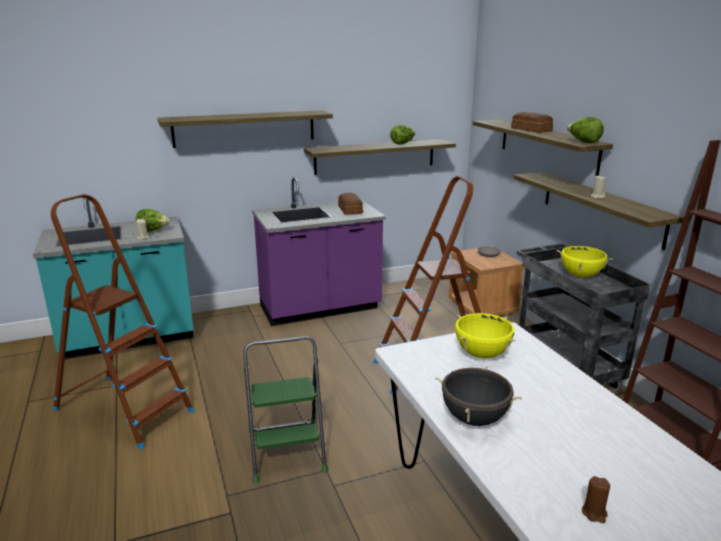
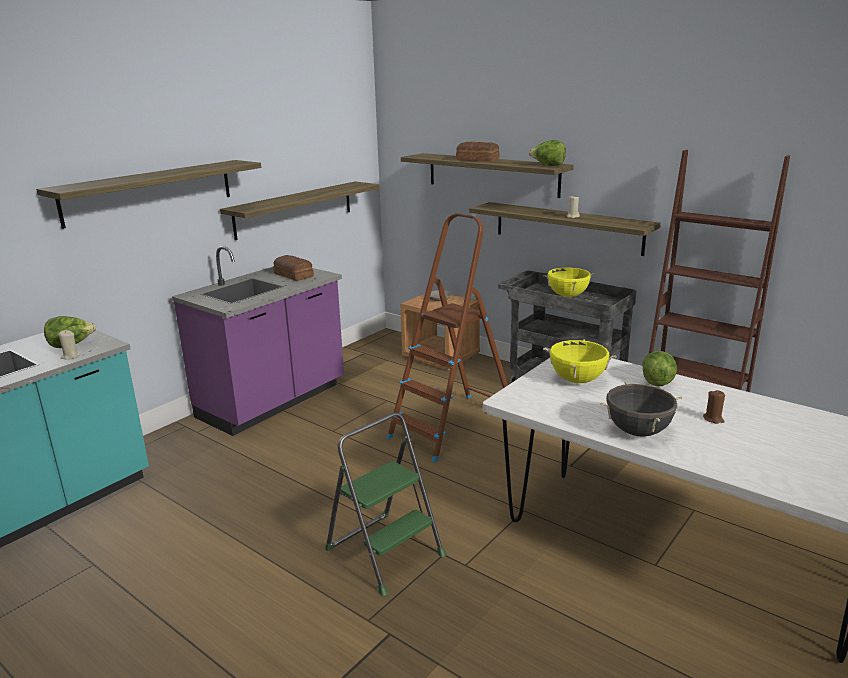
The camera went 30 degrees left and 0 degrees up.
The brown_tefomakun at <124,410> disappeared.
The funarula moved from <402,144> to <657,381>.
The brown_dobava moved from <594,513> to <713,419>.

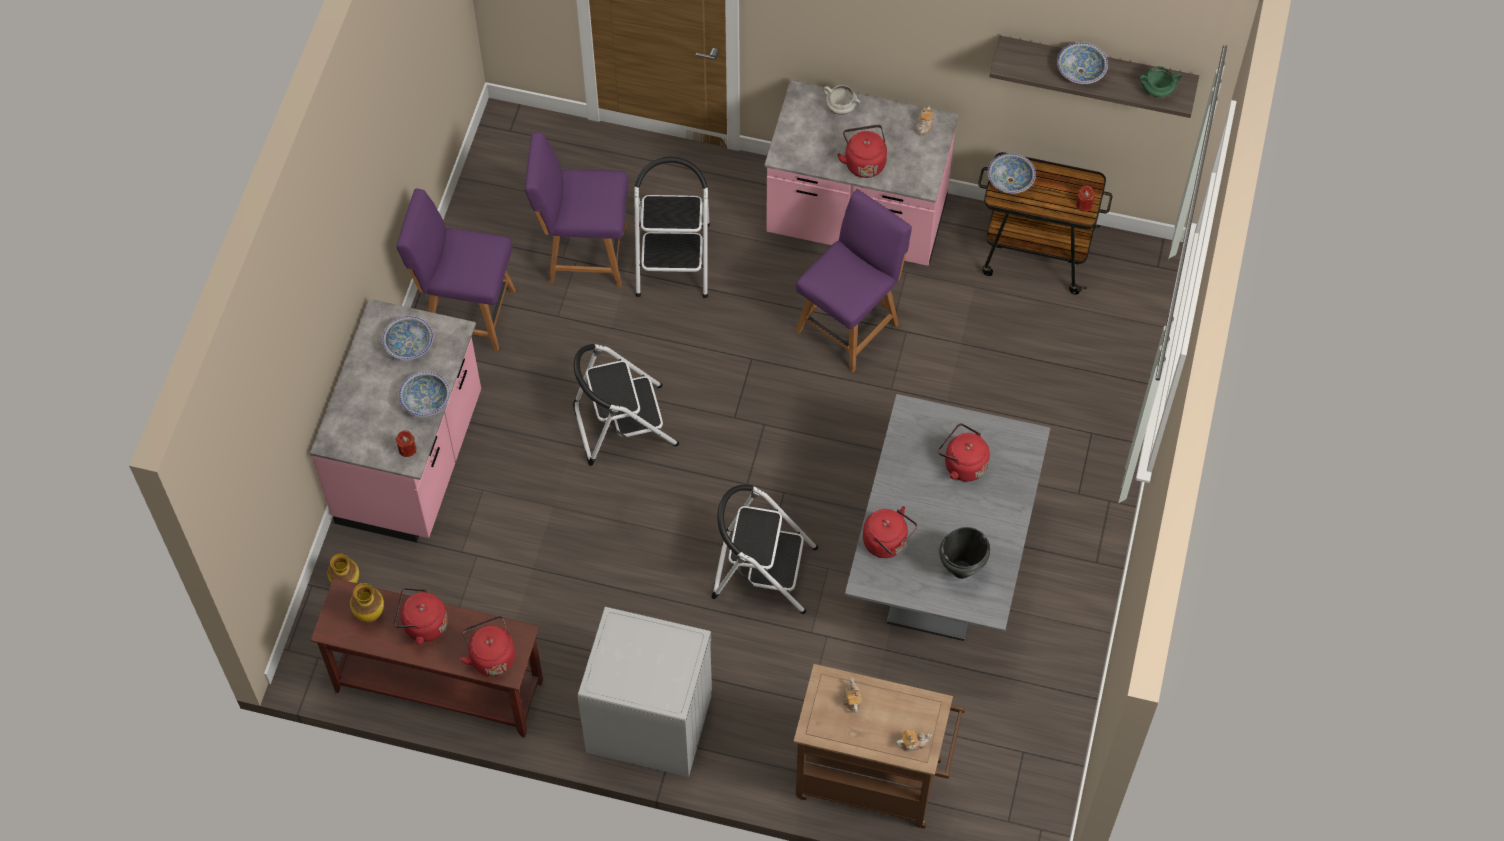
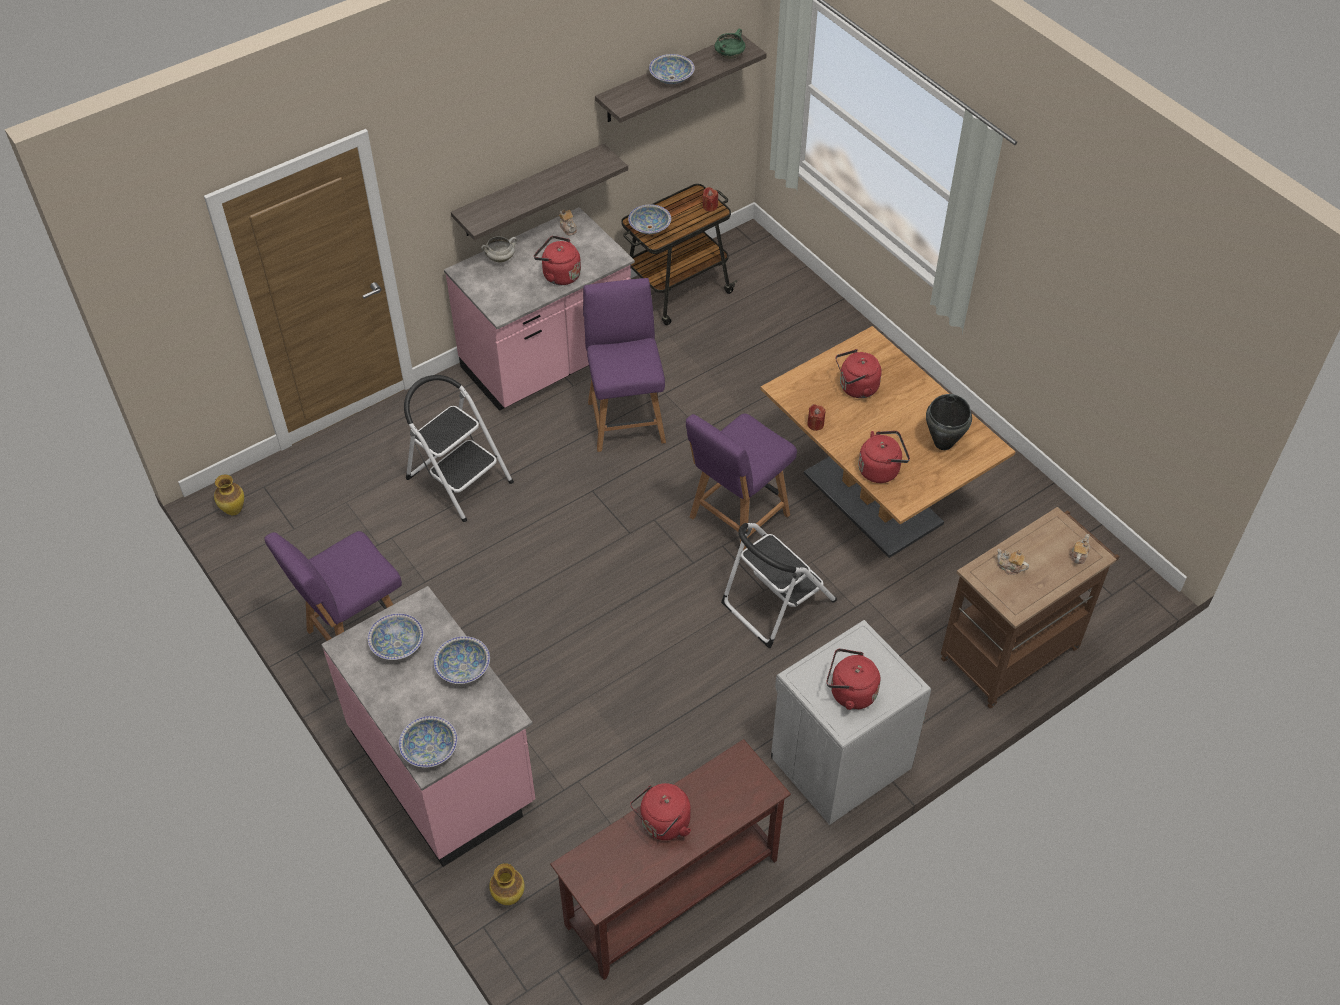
The camera went 50 degrees left and 10 degrees down.
The tefomakun at <621,425> disappeared.
The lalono at <429,749> appeared.
The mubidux at <530,191> appeared.
The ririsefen moved from <370,614> to <233,511>.
The red_dobava moved from <407,449> to <815,424>.
The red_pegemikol moved from <491,655> to <849,692>.
The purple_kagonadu moved from <584,254> to <737,518>.
The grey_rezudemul at <940,568> became the brown_rezudemul at <872,498>.

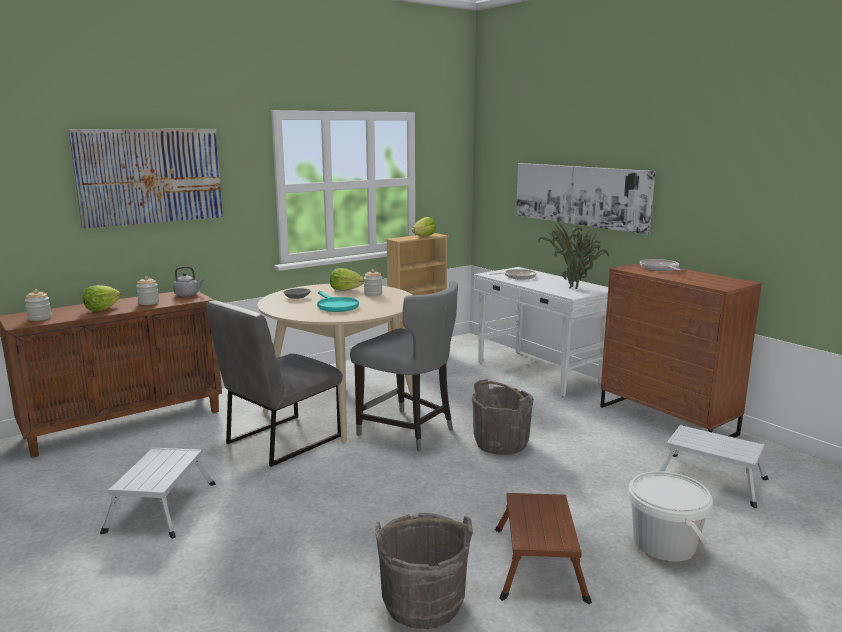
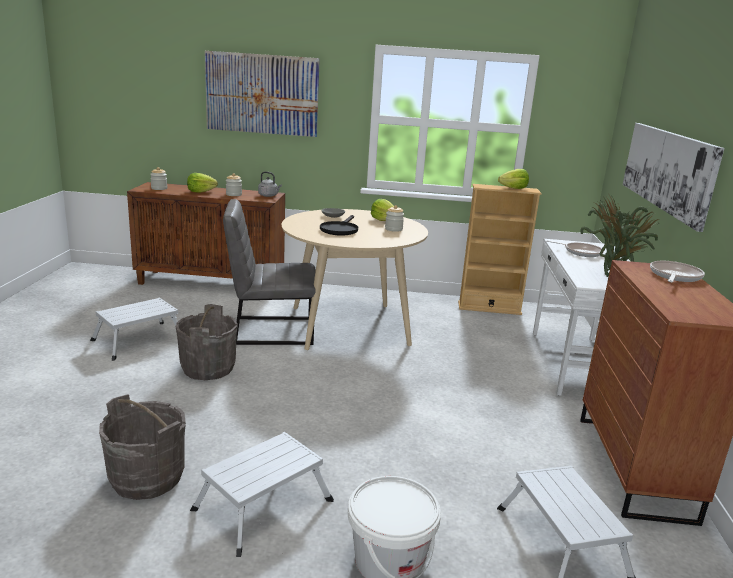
The camera went 40 degrees right and 5 degrees up.
The grey_kagonadu at <408,432> disappeared.
The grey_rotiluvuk moved from <501,443> to <208,368>.
The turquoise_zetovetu at <335,306> became the black_zetovetu at <340,229>.
The brown_tefomakun at <539,564> became the white_tefomakun at <262,505>.

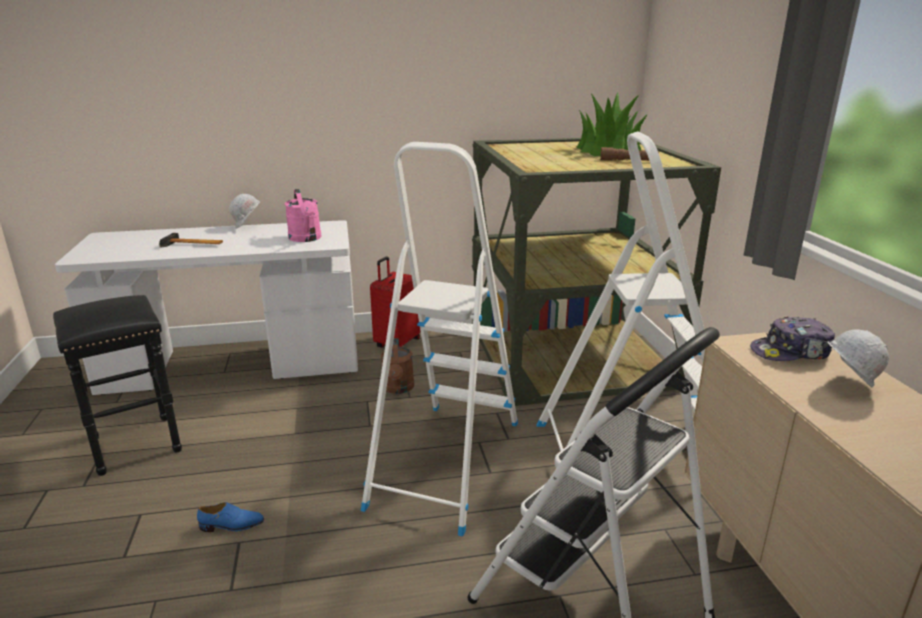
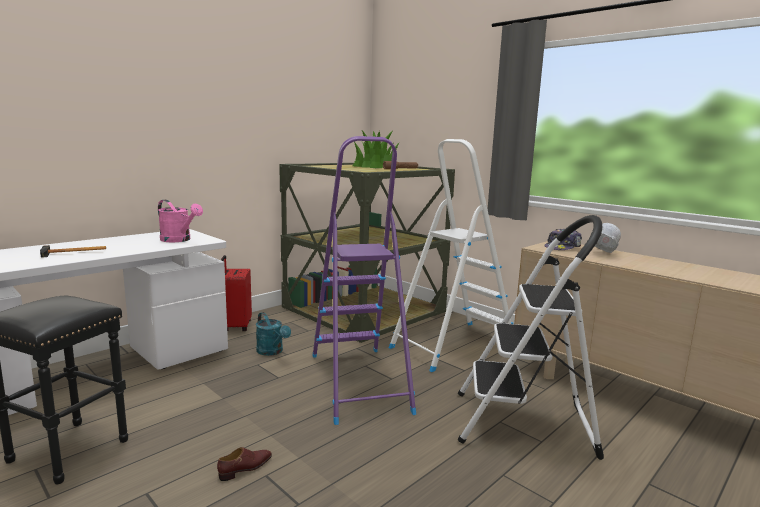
The camera went 35 degrees left and 10 degrees down.
The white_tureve at <248,227> disappeared.
The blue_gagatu at <232,525> became the brown_gagatu at <246,468>.
The white_tefomakun at <447,461> became the purple_tefomakun at <358,381>.
The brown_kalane at <398,388> became the turquoise_kalane at <272,352>.

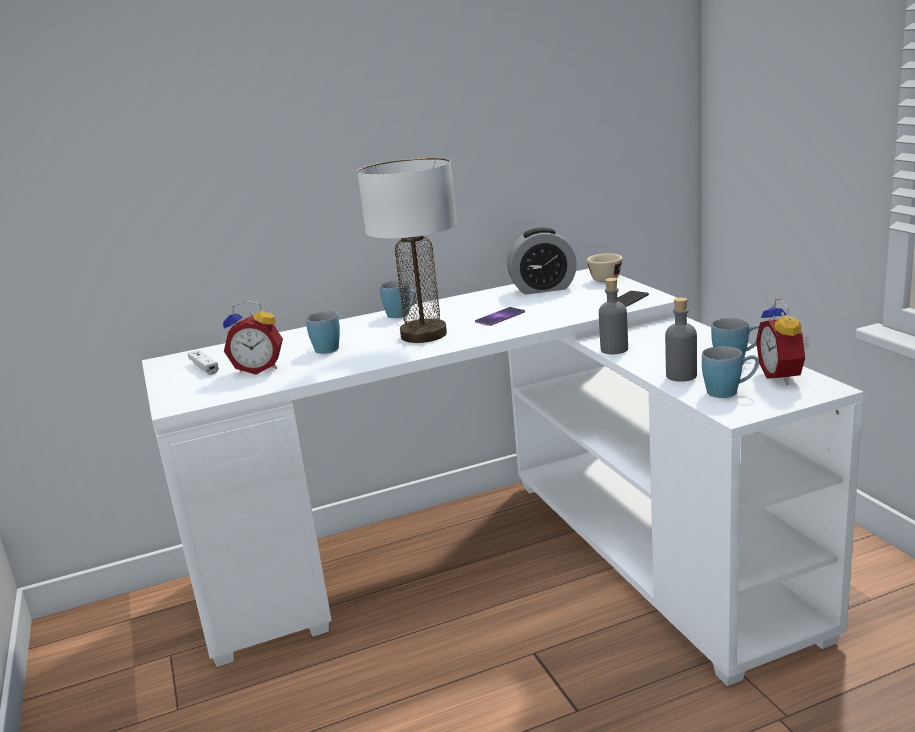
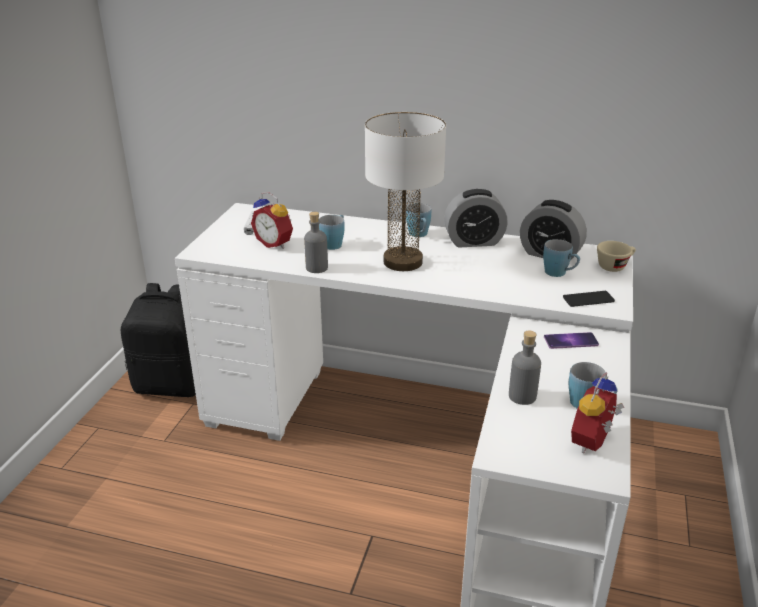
The camera went 35 degrees right and 10 degrees up.
The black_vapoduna at <173,384> appeared.
The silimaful at <474,242> appeared.
The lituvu moved from <500,317> to <571,341>.
The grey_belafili moved from <614,349> to <316,268>.
The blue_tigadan moved from <729,392> to <559,273>.

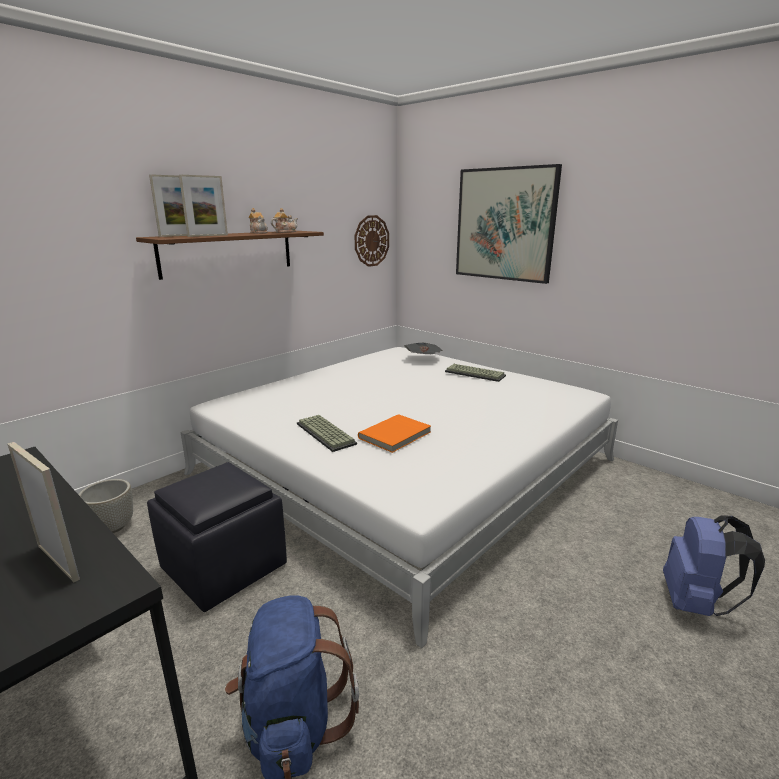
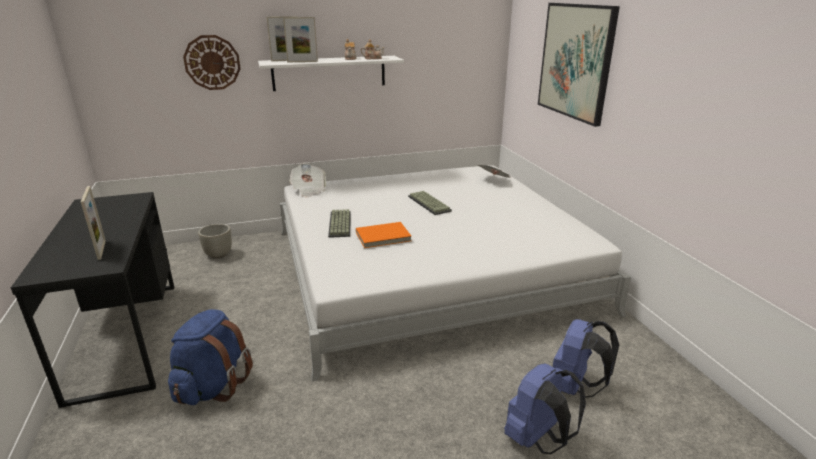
The camera went 30 degrees right and 5 degrees up.
The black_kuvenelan at <225,567> disappeared.
The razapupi at <309,190> appeared.
The blue_vapoduna at <574,387> appeared.
The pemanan moved from <371,241> to <212,62>.
The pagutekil moved from <475,373> to <430,203>.
The brown_mubidux at <228,253> became the white_mubidux at <329,73>.

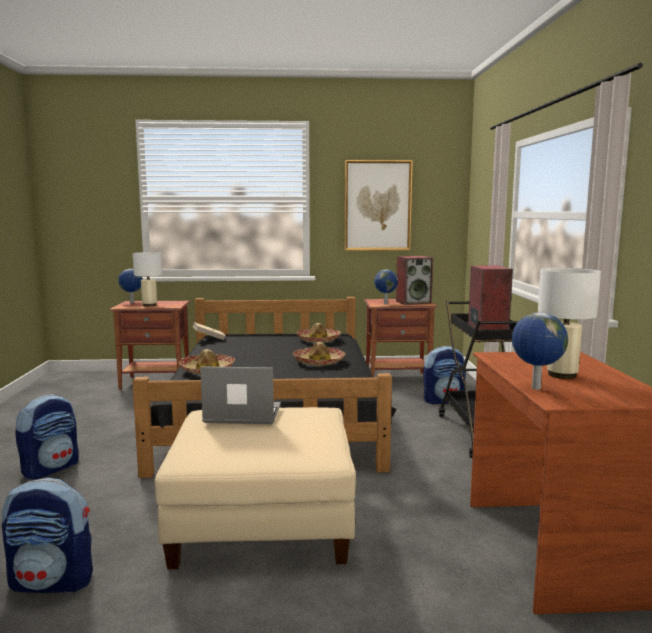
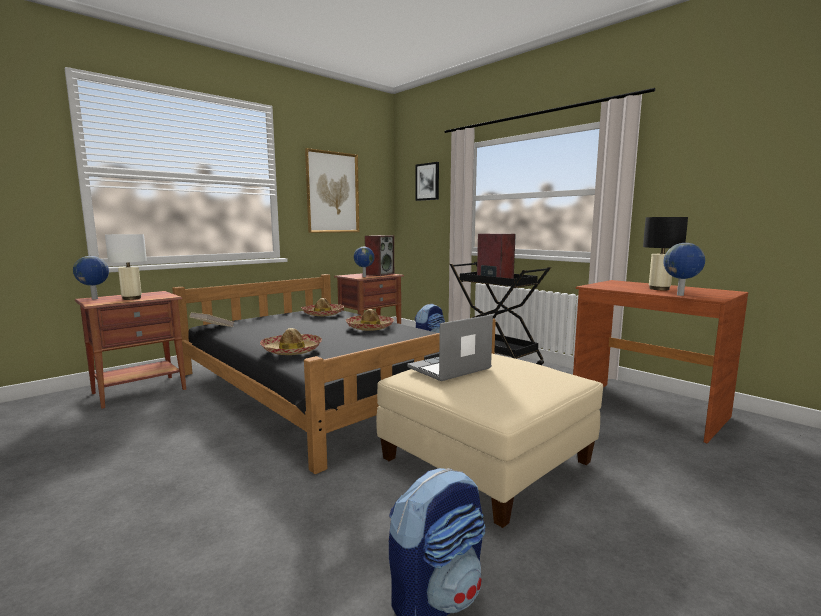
The camera went 40 degrees left and 0 degrees up.
The vapoduna at <51,468> disappeared.
The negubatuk at <427,181> appeared.
The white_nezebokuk at <561,375> became the black_nezebokuk at <658,289>.

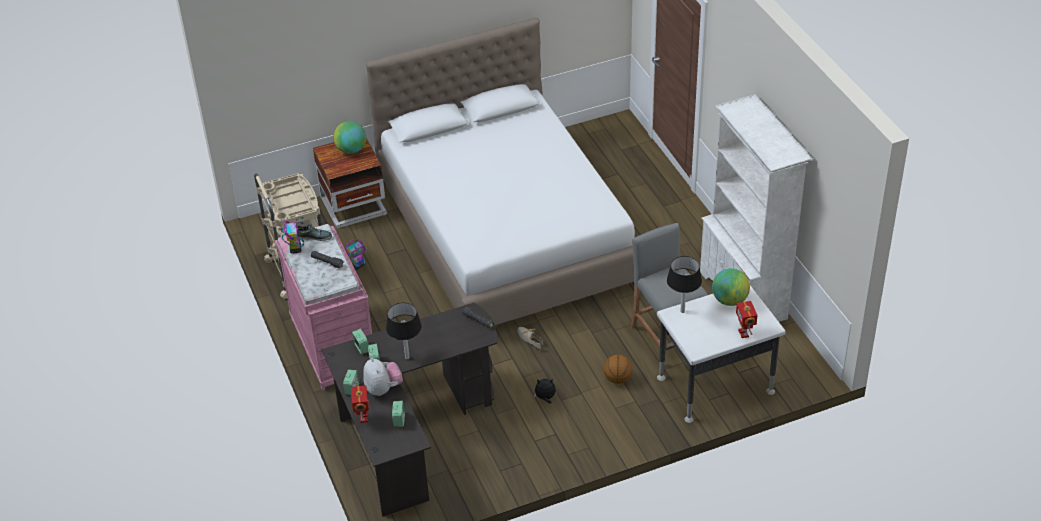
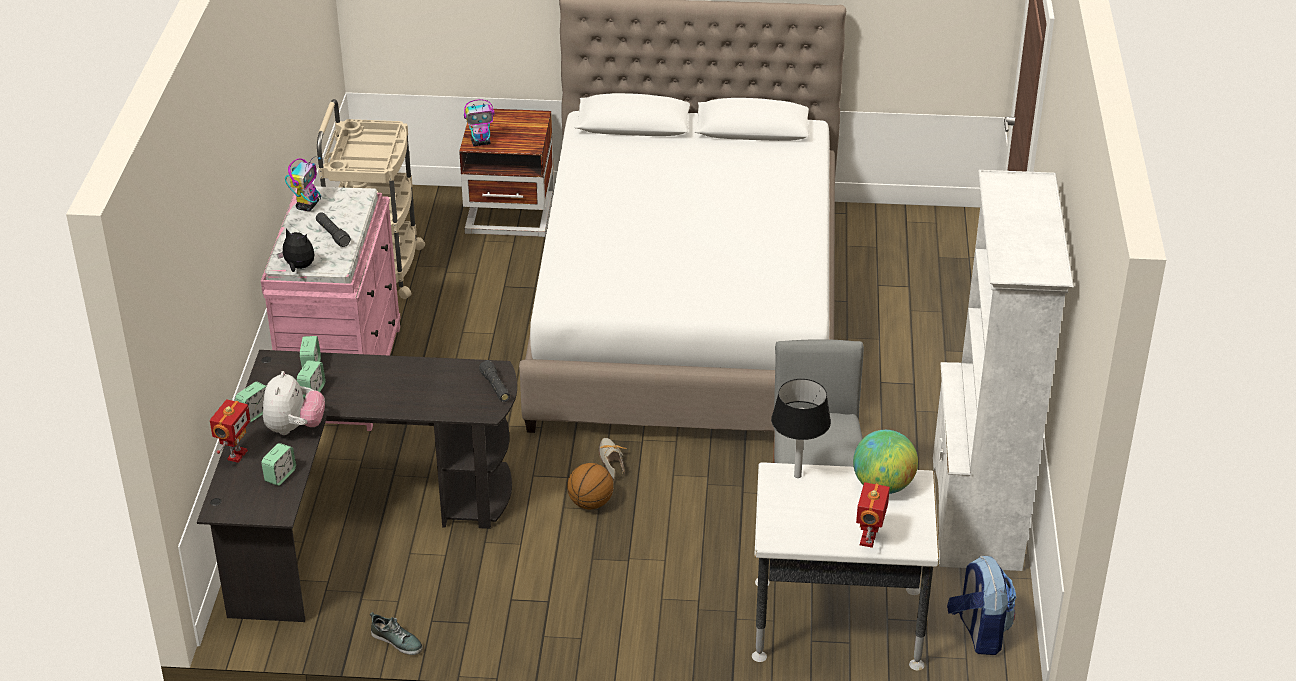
The camera went 25 degrees right and 5 degrees down.
The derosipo at <351,150> disappeared.
The black_nezebokuk at <407,358> disappeared.
The vapoduna at <979,632> appeared.
The gagatu moved from <314,236> to <397,641>.
The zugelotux moved from <358,265> to <481,142>.
The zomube moved from <545,398> to <298,267>.
The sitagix moved from <617,379> to <590,503>.

